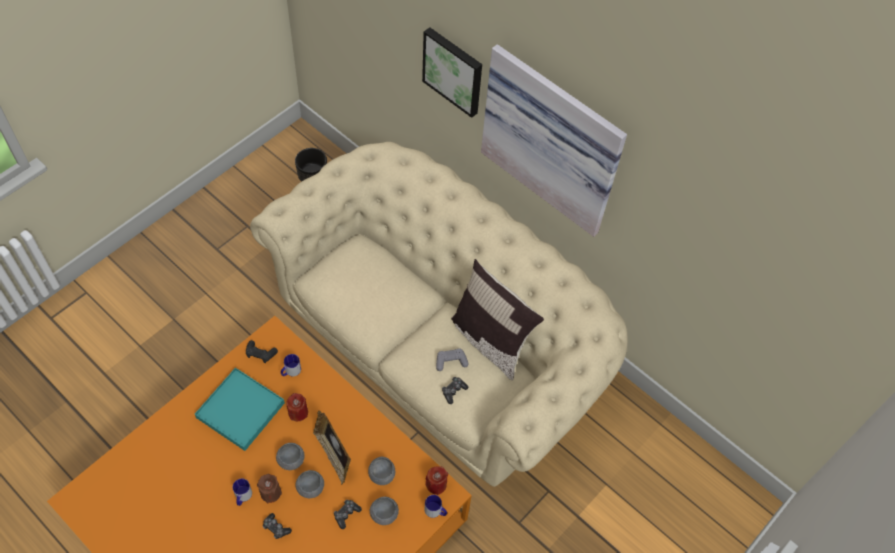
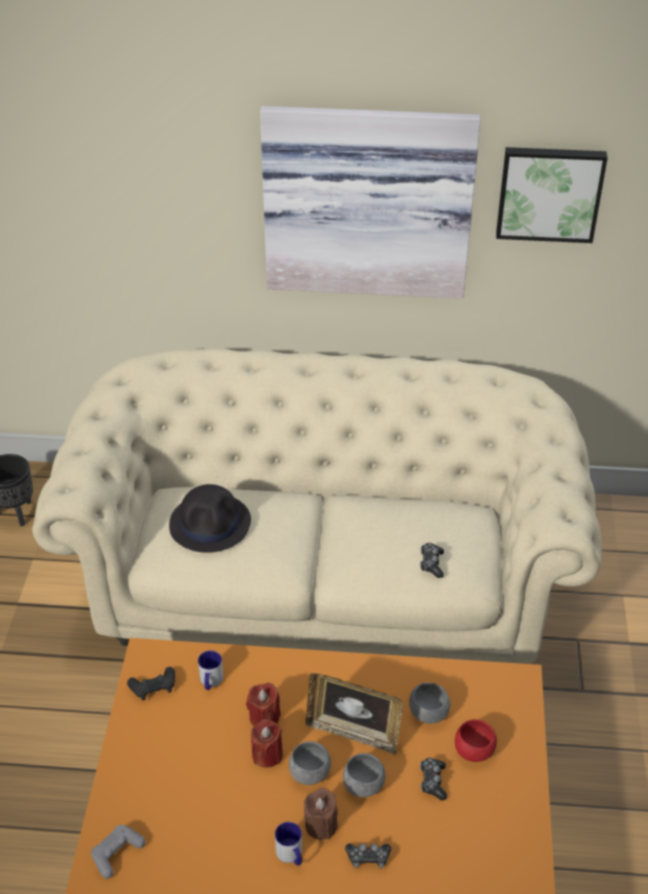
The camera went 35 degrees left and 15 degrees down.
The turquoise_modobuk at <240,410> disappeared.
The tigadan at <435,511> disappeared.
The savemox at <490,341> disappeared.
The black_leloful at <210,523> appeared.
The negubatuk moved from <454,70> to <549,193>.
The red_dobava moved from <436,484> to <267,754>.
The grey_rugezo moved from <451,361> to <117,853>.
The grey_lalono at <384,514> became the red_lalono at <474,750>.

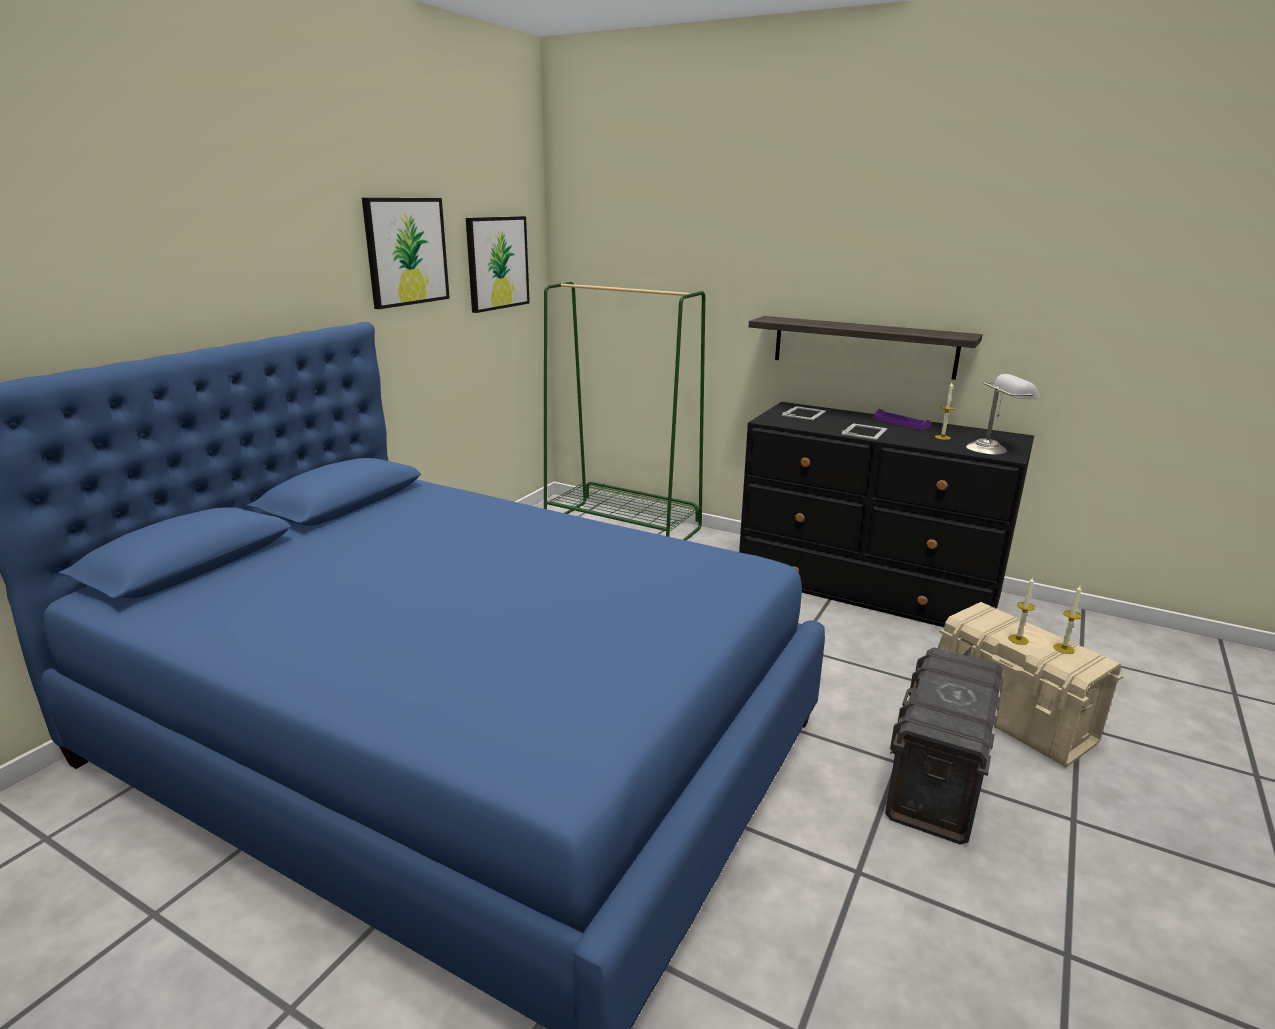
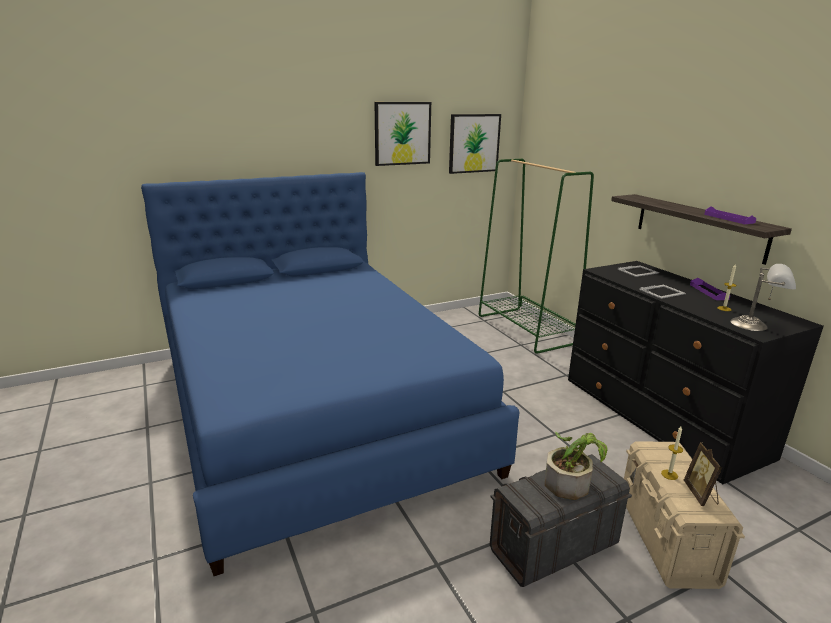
The camera went 35 degrees right and 0 degrees up.
The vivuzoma at <571,481> appeared.
The purple_modobuk at <728,218> appeared.
The dobava at <1063,648> was replaced by the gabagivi at <701,494>.

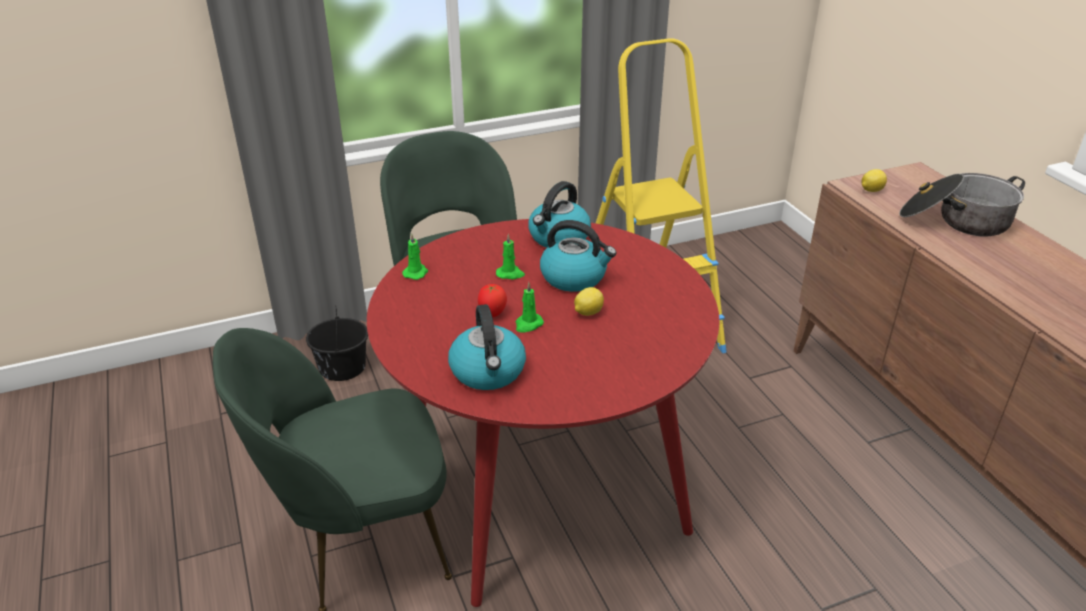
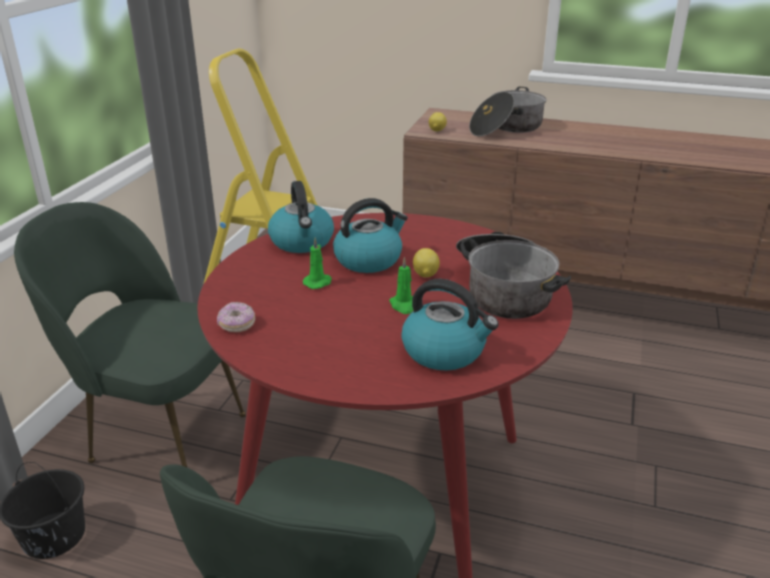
The camera went 50 degrees left and 5 degrees down.
The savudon at <492,314> disappeared.
The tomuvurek at <504,290> appeared.
The green_dobava at <416,273> was replaced by the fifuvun at <236,325>.

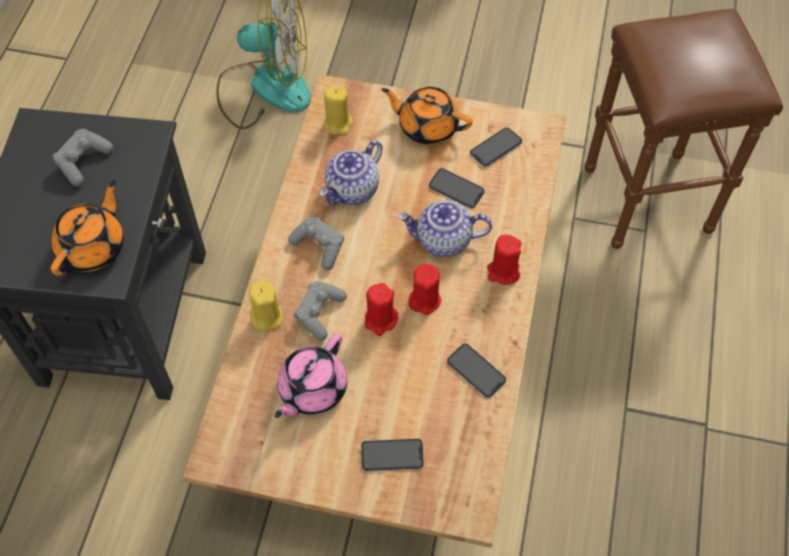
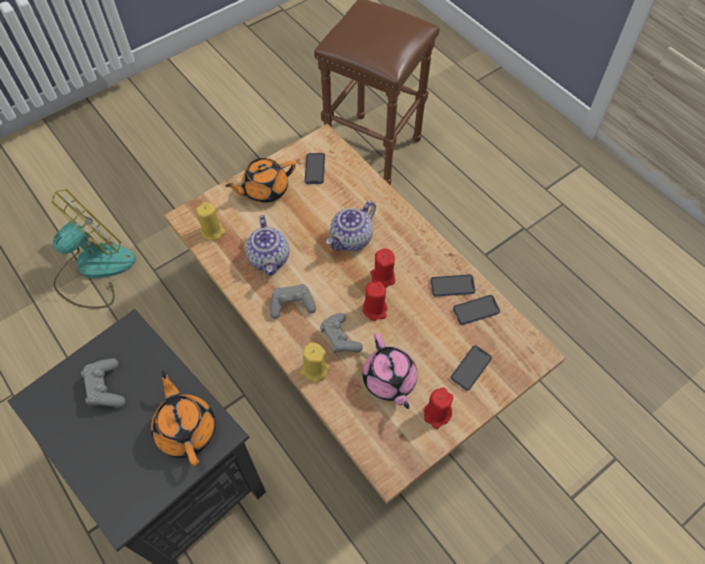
The camera went 50 degrees left and 0 degrees up.
The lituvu moved from <456,189> to <476,310>.
The red_dobava moved from <503,272> to <437,414>.

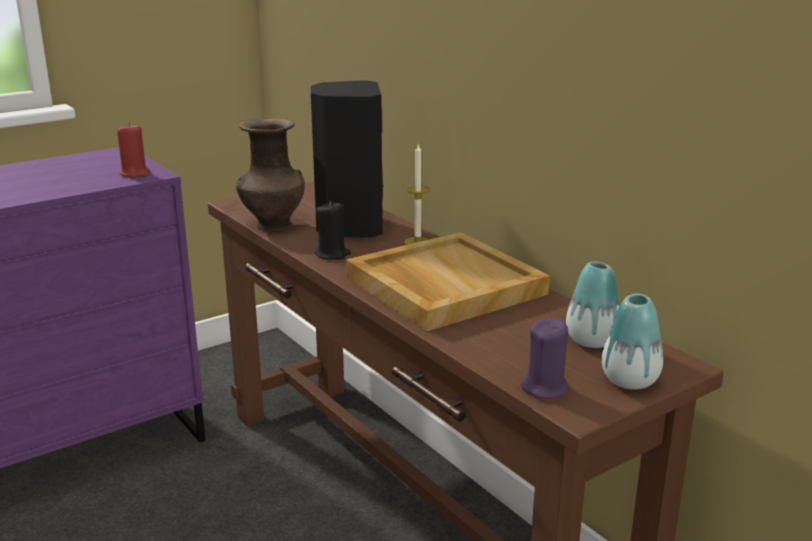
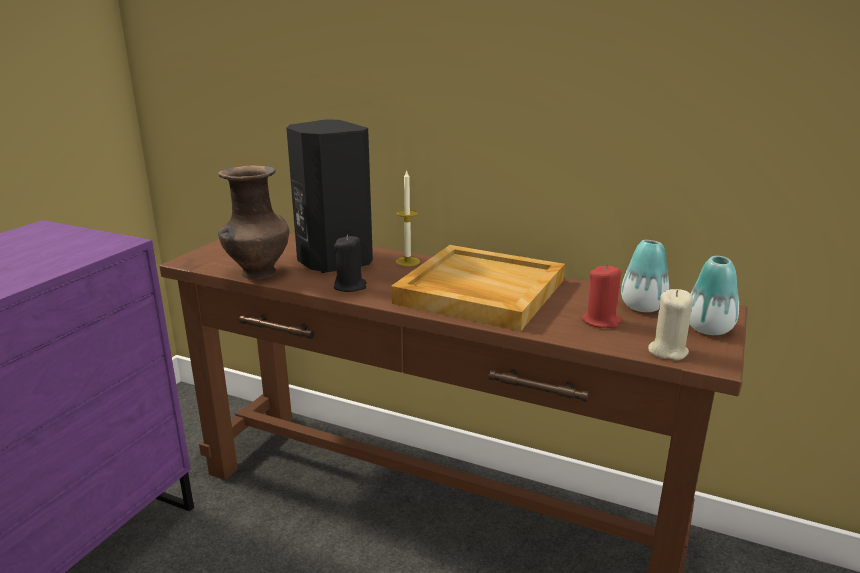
The camera went 30 degrees left and 0 degrees up.
The red_dobava moved from <135,174> to <601,321>.
The purple_dobava at <545,388> became the beige_dobava at <667,351>.

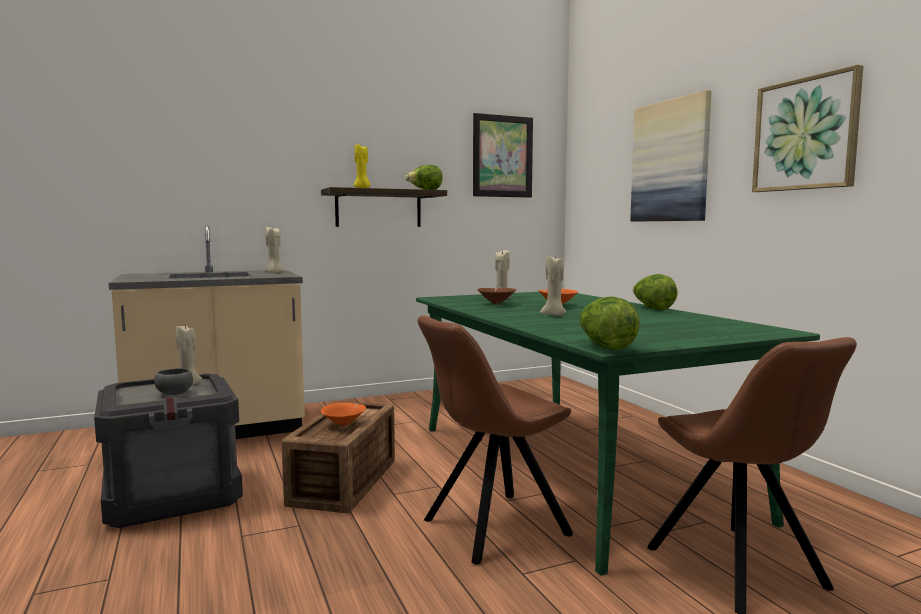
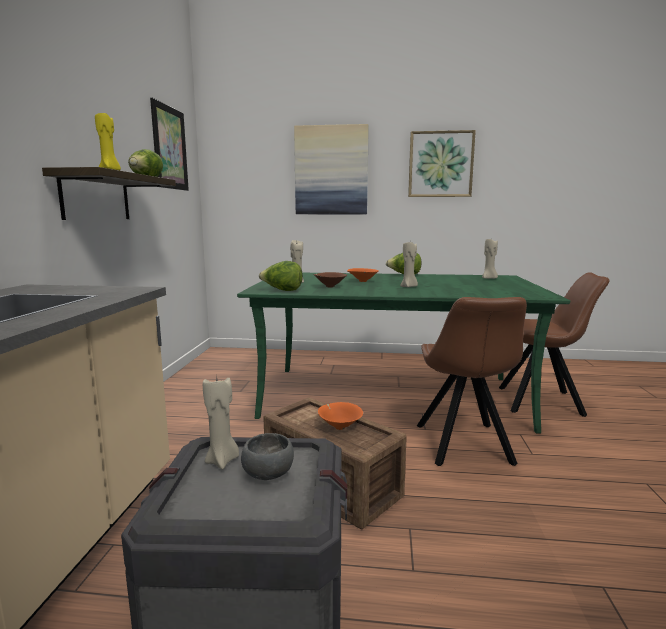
The camera went 60 degrees left and 5 degrees up.
The beige_dobava moved from <274,273> to <489,278>.
The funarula moved from <605,347> to <282,290>.

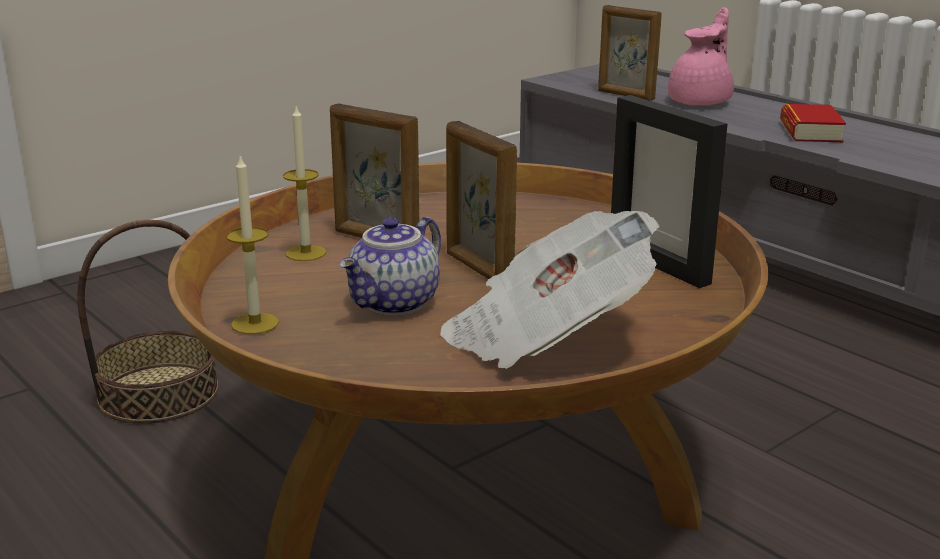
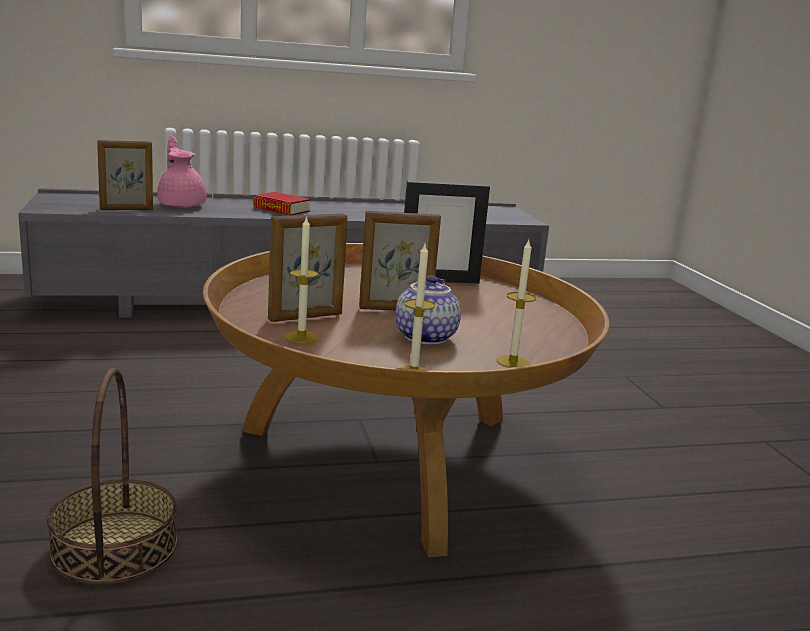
The camera went 65 degrees left and 5 degrees down.
The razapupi at <546,336> disappeared.
The dobava at <513,362> appeared.
The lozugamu at <395,304> turned 135 degrees counterclockwise.

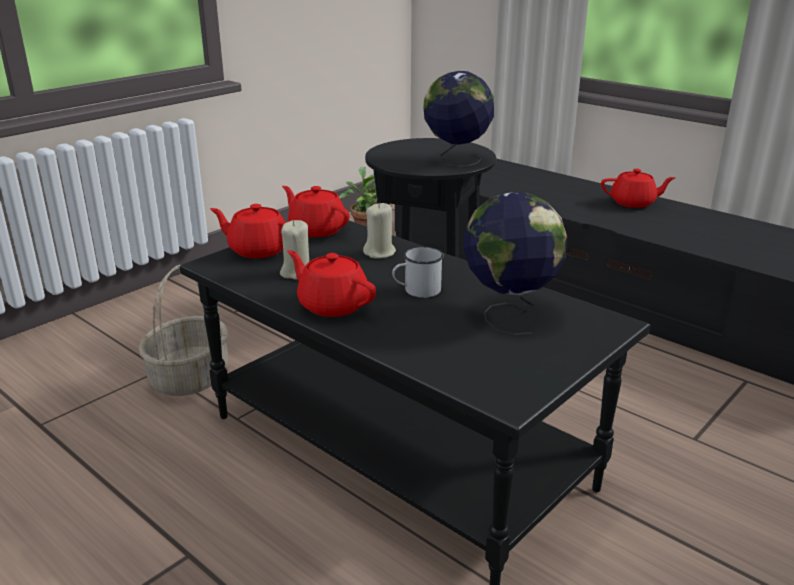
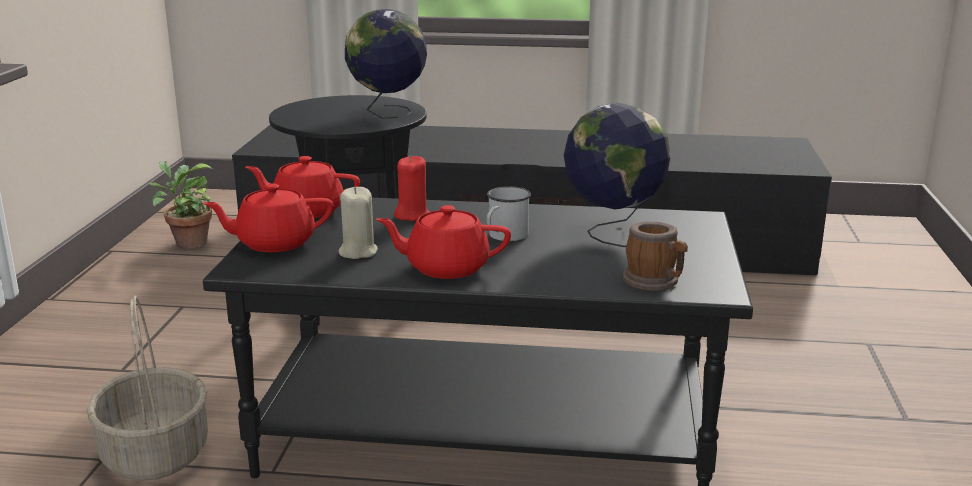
The camera went 35 degrees left and 5 degrees down.
The red_lozugamu at <633,203> disappeared.
The tigadan at <655,282> appeared.
The beige_dobava at <380,253> became the red_dobava at <412,215>.

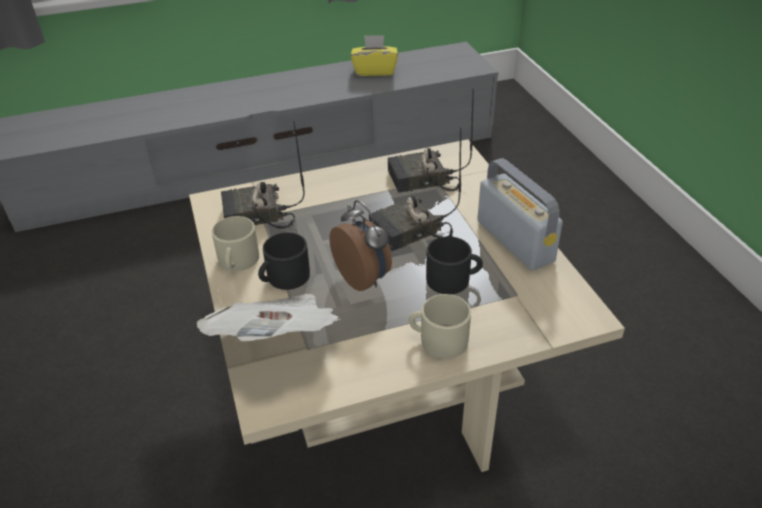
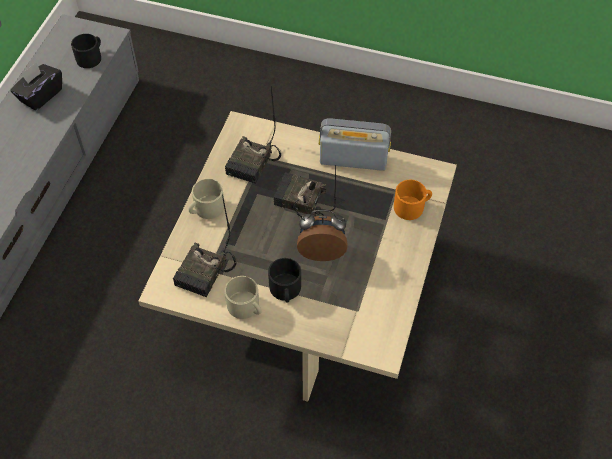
The camera went 55 degrees left and 15 degrees up.
The razapupi at <277,341> disappeared.
The orange_tigadan at <412,207> appeared.
The beige_tigadan moved from <438,339> to <206,209>.
The black_tigadan moved from <453,279> to <91,57>.
The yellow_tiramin at <374,71> became the black_tiramin at <40,95>.
The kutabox at <410,232> turned 105 degrees clockwise.

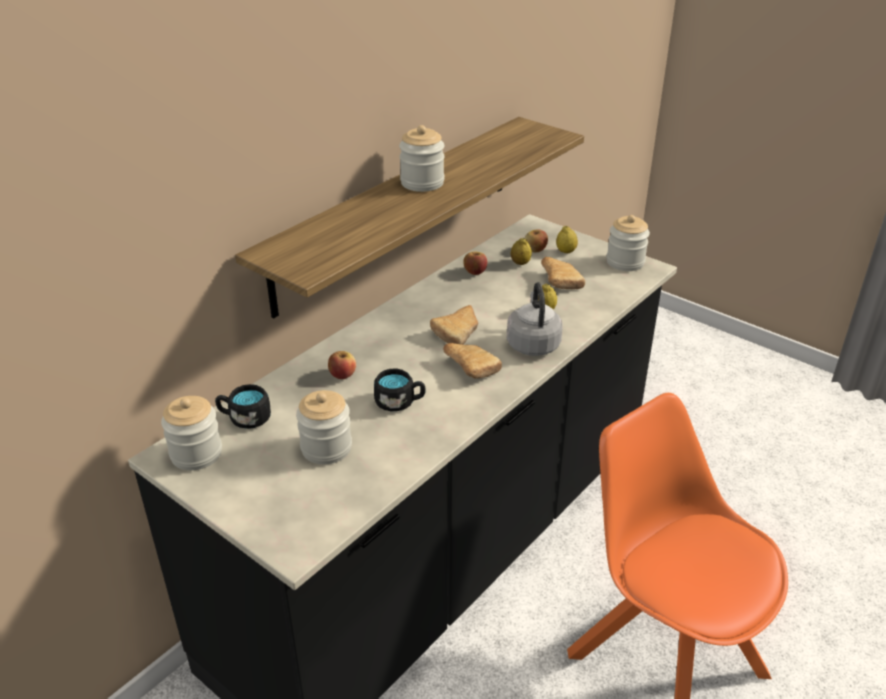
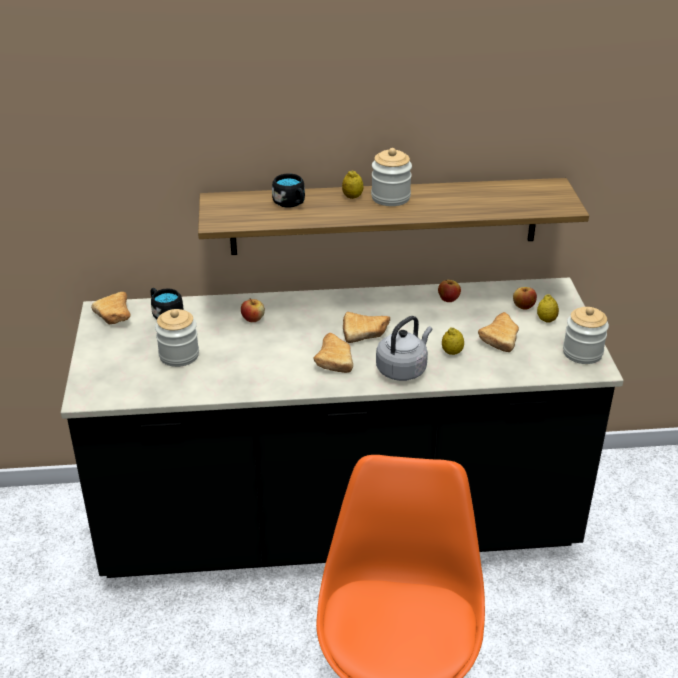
The camera went 45 degrees right and 0 degrees up.
The black_tigadan moved from <400,402> to <291,203>.
The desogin moved from <520,263> to <352,197>.
The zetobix at <196,454> was replaced by the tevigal at <115,318>.

